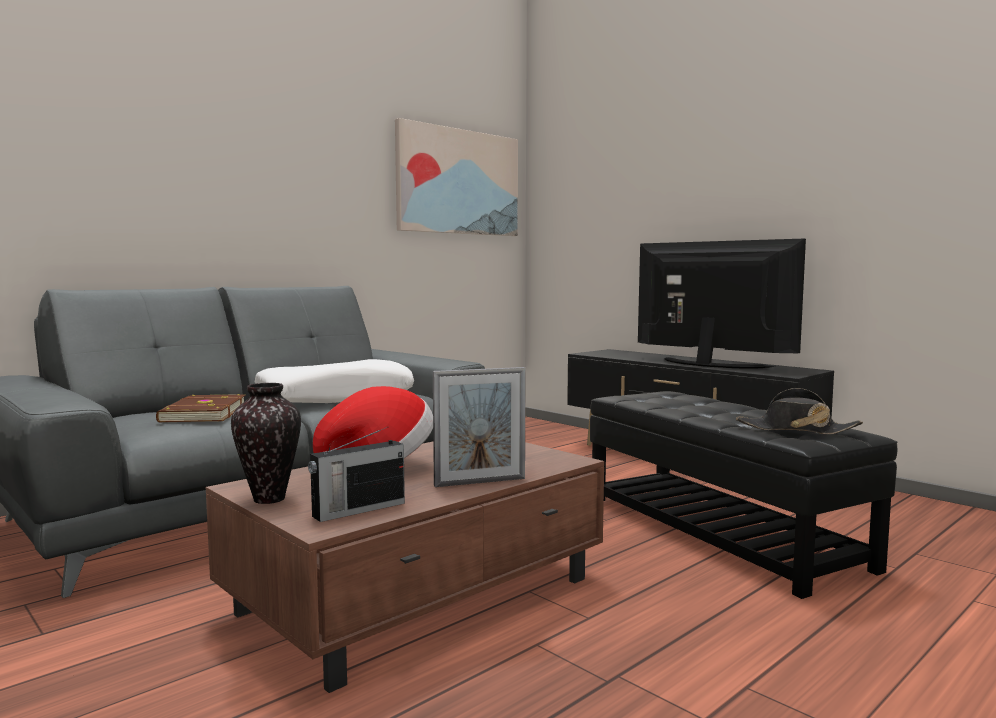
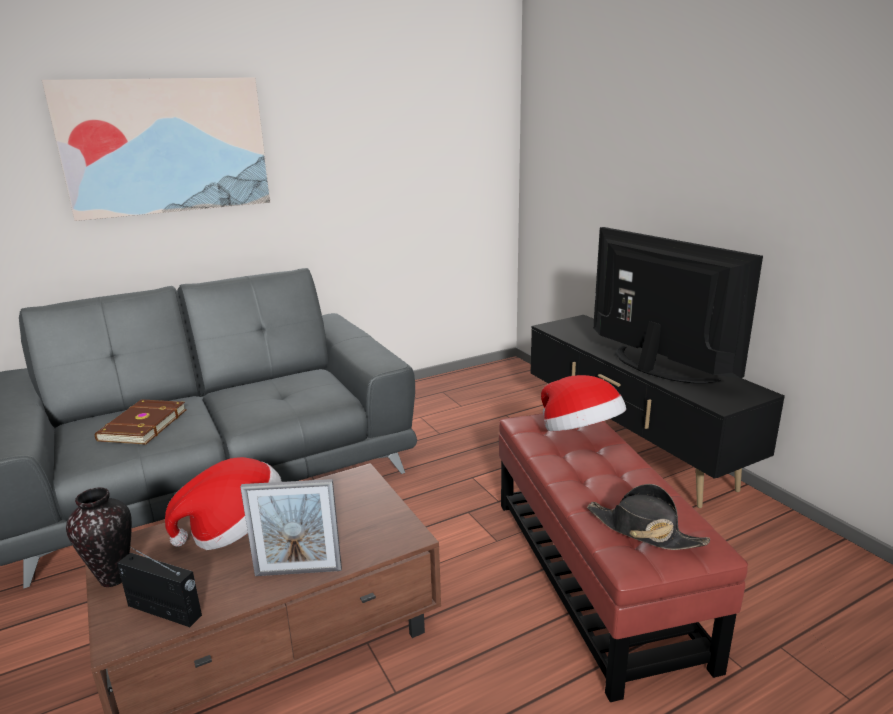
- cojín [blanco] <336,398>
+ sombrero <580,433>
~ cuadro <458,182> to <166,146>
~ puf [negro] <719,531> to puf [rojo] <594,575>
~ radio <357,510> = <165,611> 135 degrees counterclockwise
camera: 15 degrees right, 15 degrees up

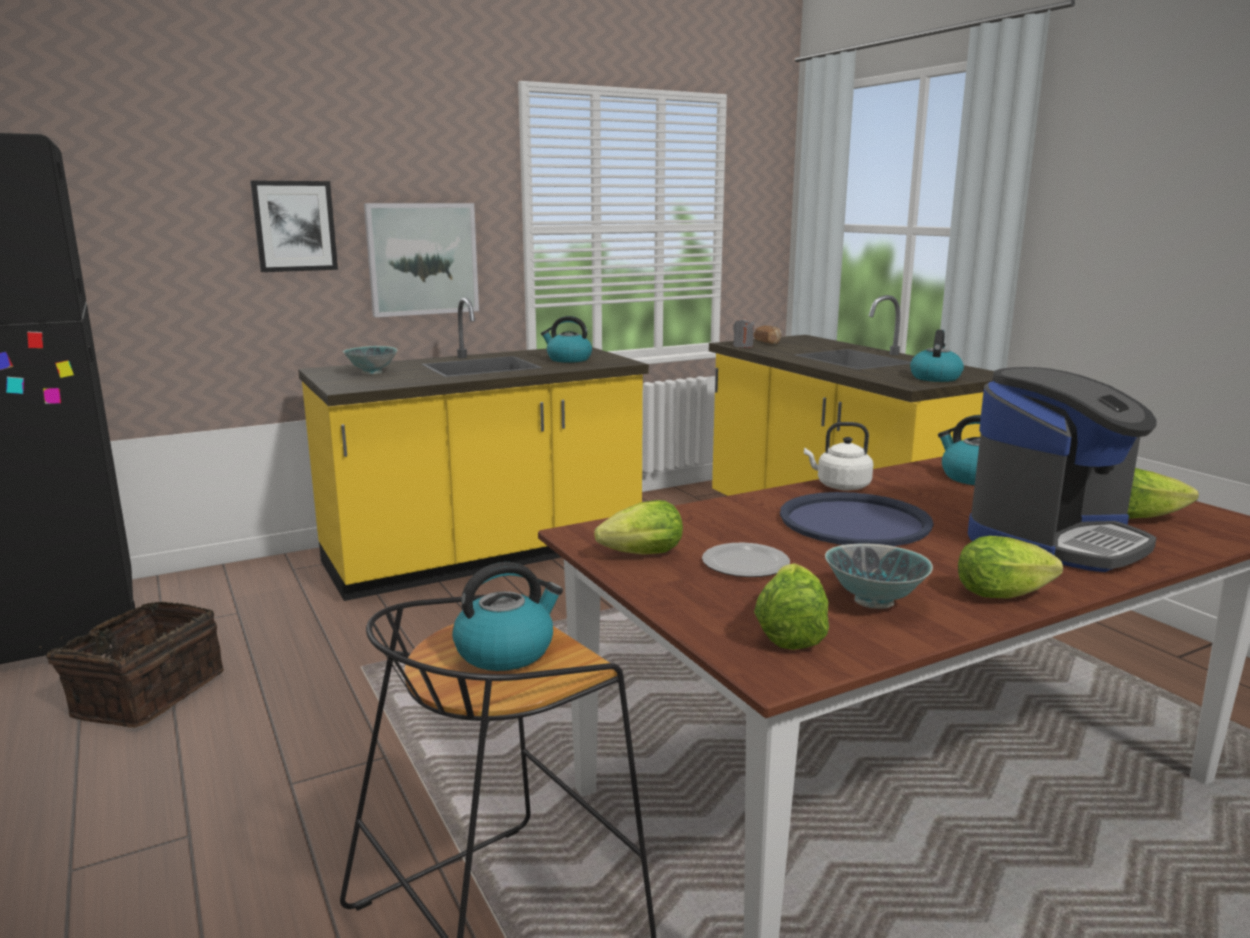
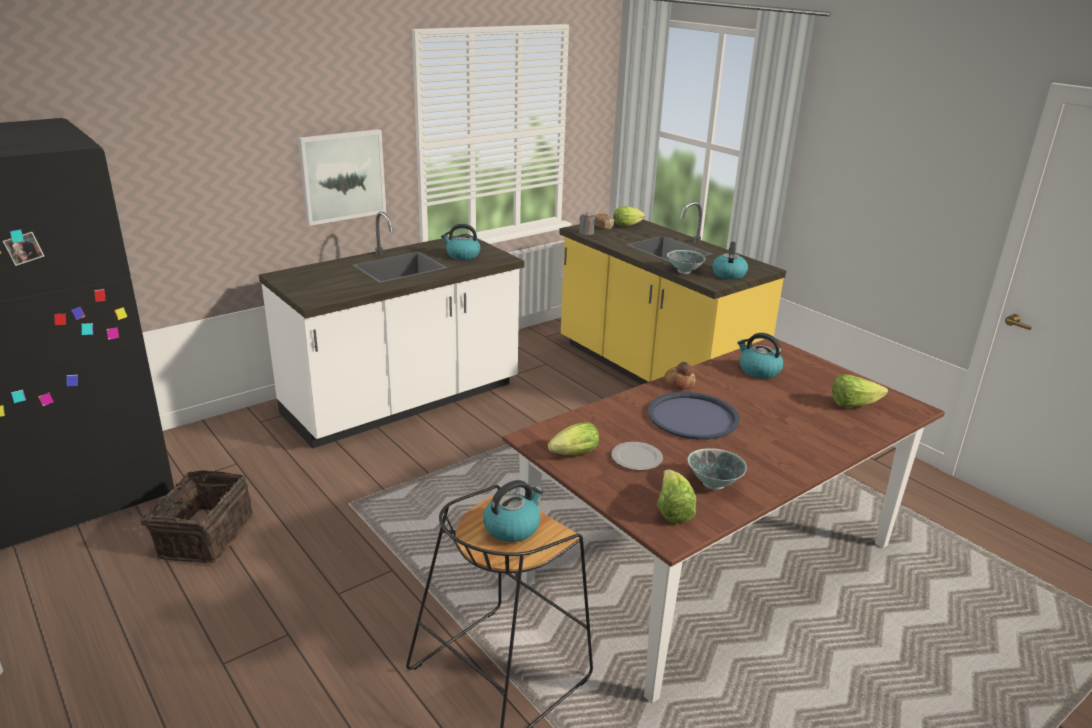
- cuadro <294,226>
- cafetera <1054,541>
~ cuenco <371,373> to <684,271>
~ lechuga <1007,595> to <628,225>
~ hervidor [blanco] <840,486> to pan <678,383>
~ mueble bajo de cocina [amarillo] <484,556> to mueble bajo de cocina [blanco] <403,401>
camera: 10 degrees left, 10 degrees up

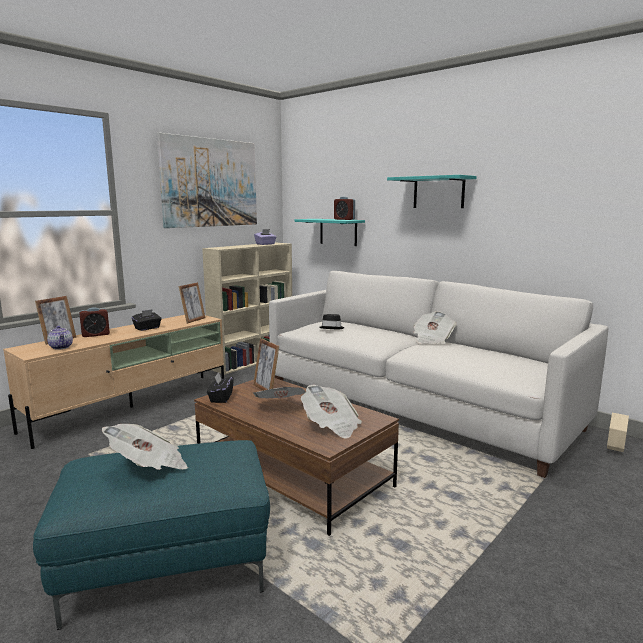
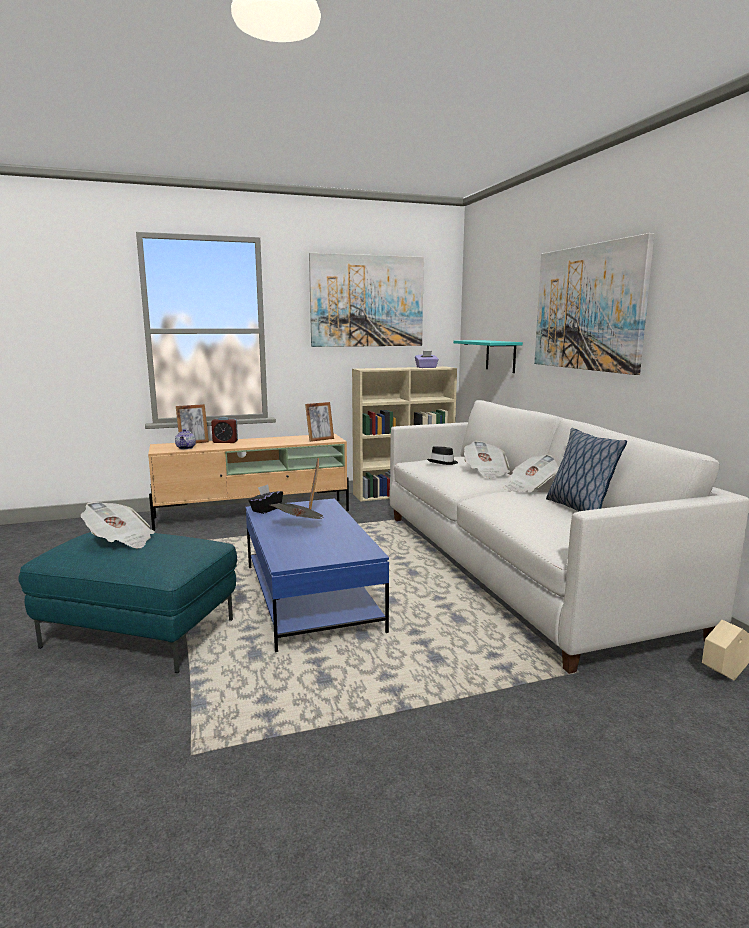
- caja de pañuelos [negro] <147,328>
- despertador <344,219>
+ cojín <578,509>
~ periódico <331,426> to <486,472>
~ estante [turquesa] <438,192> to cuadro <588,308>
~ mesa de centro [marrón] <293,474> to mesa de centro [azul] <311,597>
camera: 30 degrees right, 0 degrees up

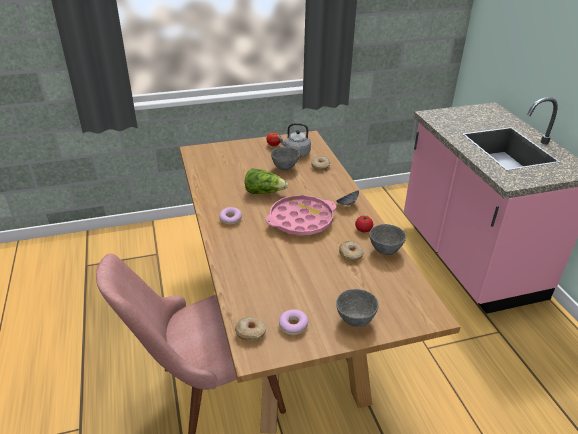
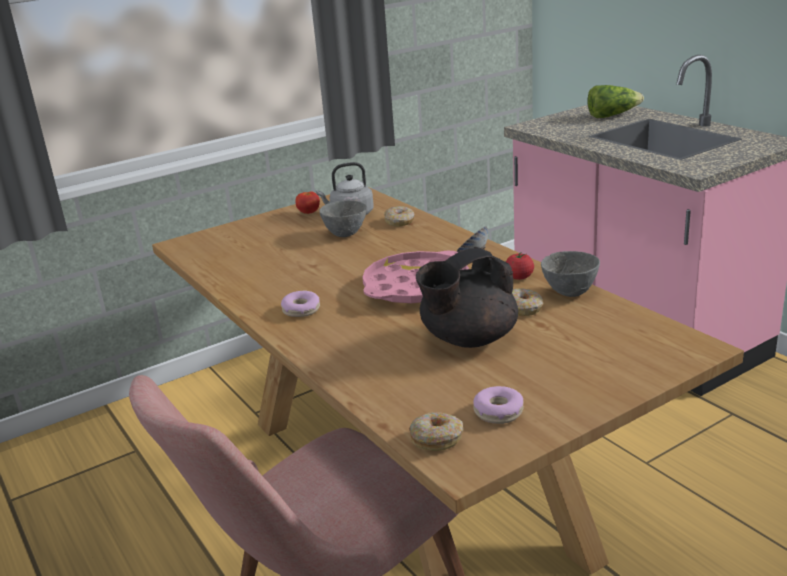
- cuenco [gris] <356,321>
+ tetera [negro] <468,339>
~ lechuga <264,192> to <612,115>
camera: 15 degrees left, 10 degrees down

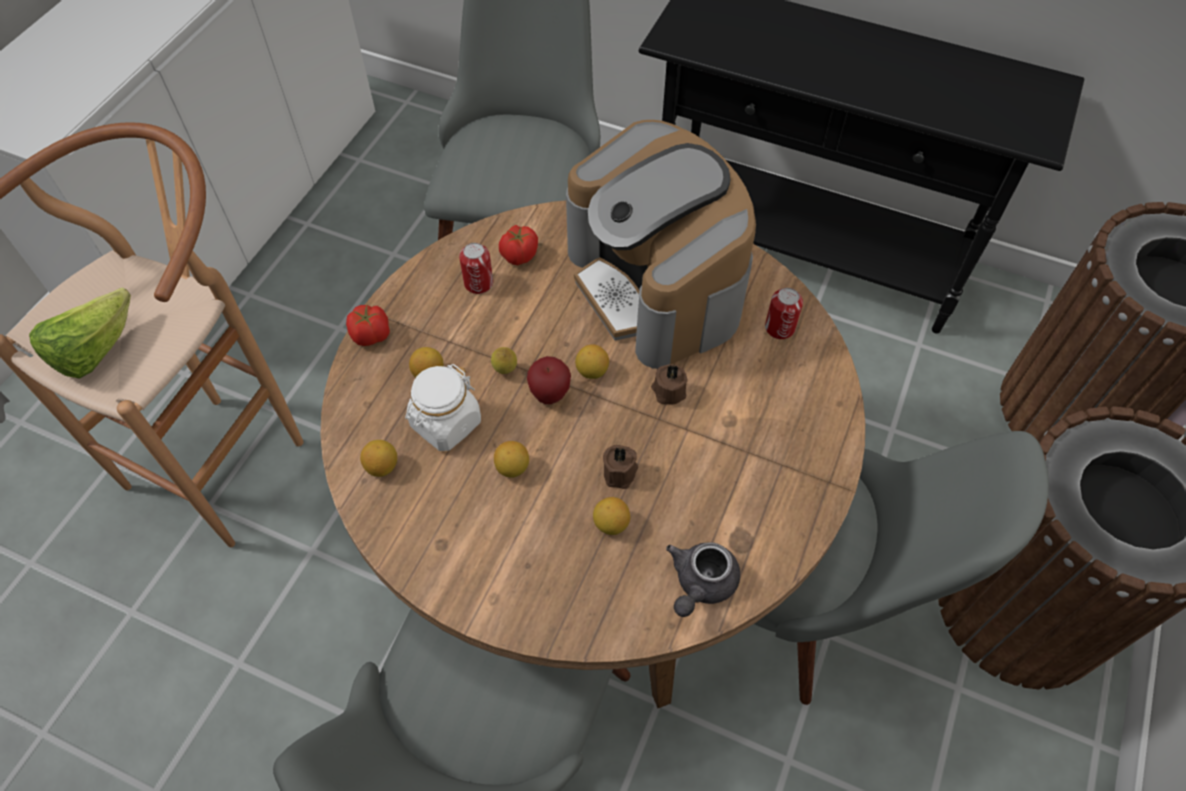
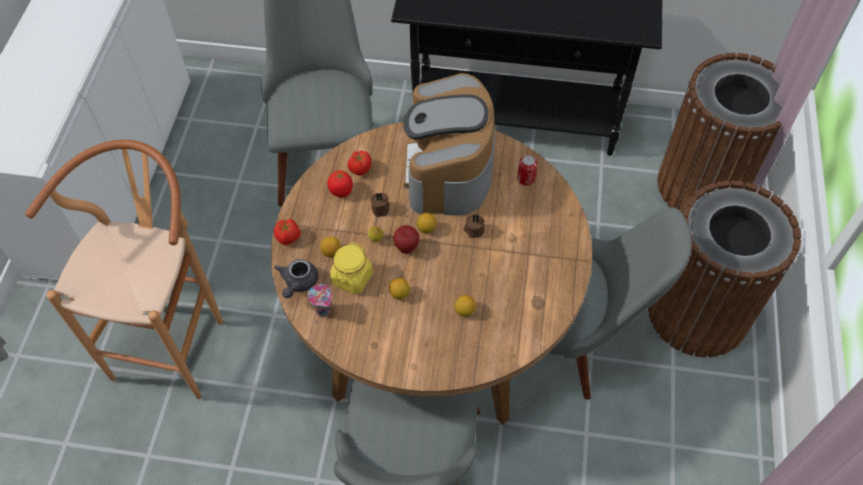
- lechuga <95,350>
~ vela [marrón] <621,473> to <381,209>
~ tetera [gris] <700,584> to <298,283>
~ limón <382,466> to taza <324,311>
~ lata <478,283> to tomate <341,191>
~ tarro [blanco] <445,423> to tarro [amarillo] <352,278>
~ cafetera <657,286> = <448,169> 45 degrees clockwise
camera: 15 degrees left, 0 degrees up

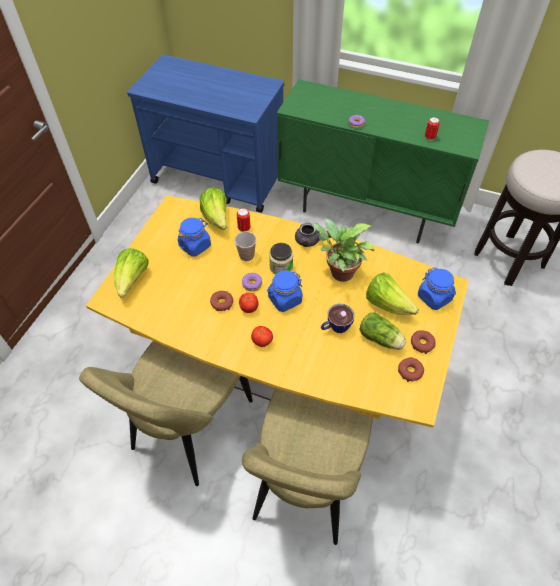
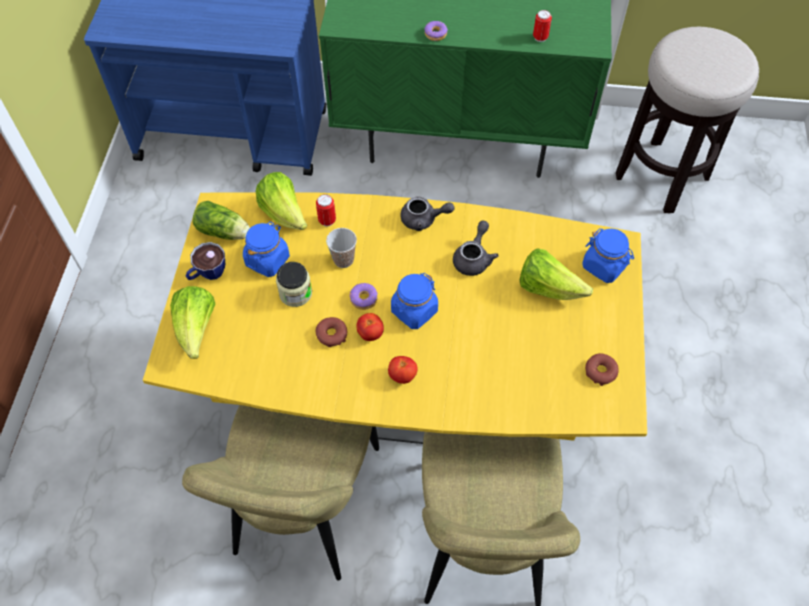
- rosquilla <422,344>
~ tarro <281,267> to <295,293>
~ taza <335,327> to <207,274>
~ lechuga <381,339> to <225,232>
~ planta en maceta <339,273> to tetera [gris] <474,258>
camera: 15 degrees left, 5 degrees up

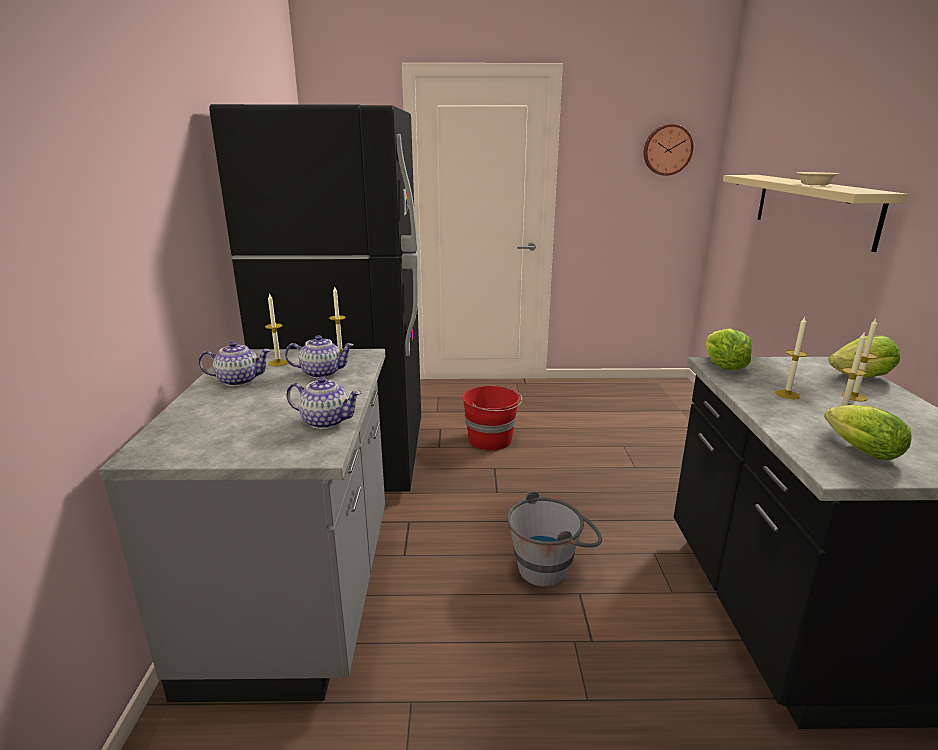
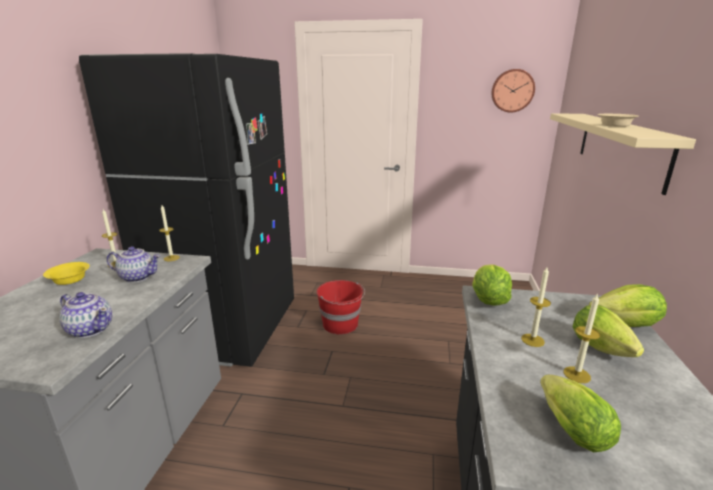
- cubo [gris] <552,567>
~ tetera <238,380> to cuenco [amarillo] <69,279>
~ vela <854,396> to lechuga <604,350>
camera: 10 degrees right, 0 degrees up

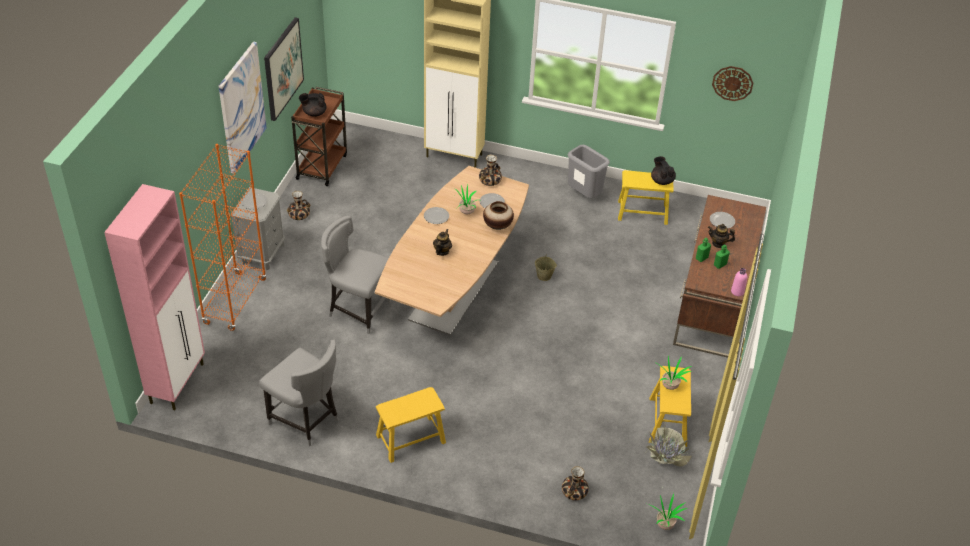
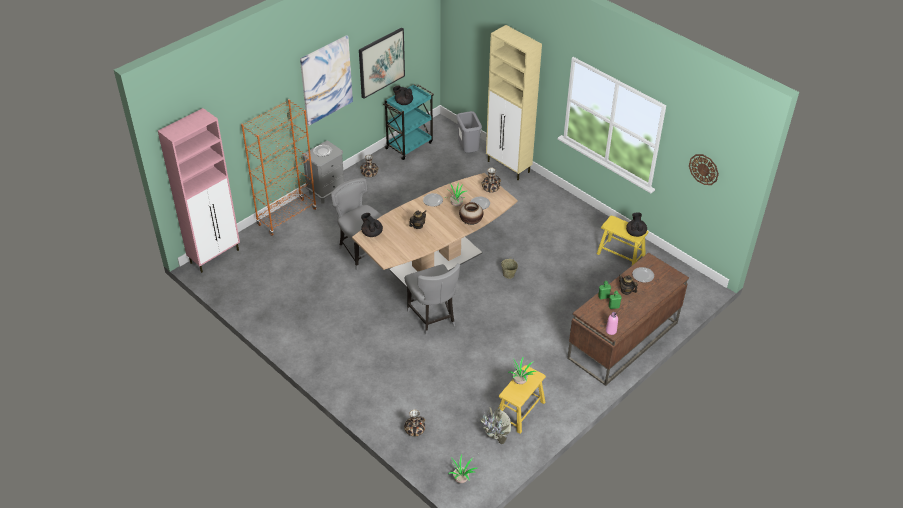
- taburete [amarillo] <410,439>
+ tetera [negro] <372,233>
~ silla [gris] <306,421> to <433,318>
~ papelera [gris] <584,195> to <468,151>
~ carrito [marrón] <322,166> to carrito [turquesa] <409,145>
camera: 30 degrees right, 0 degrees up

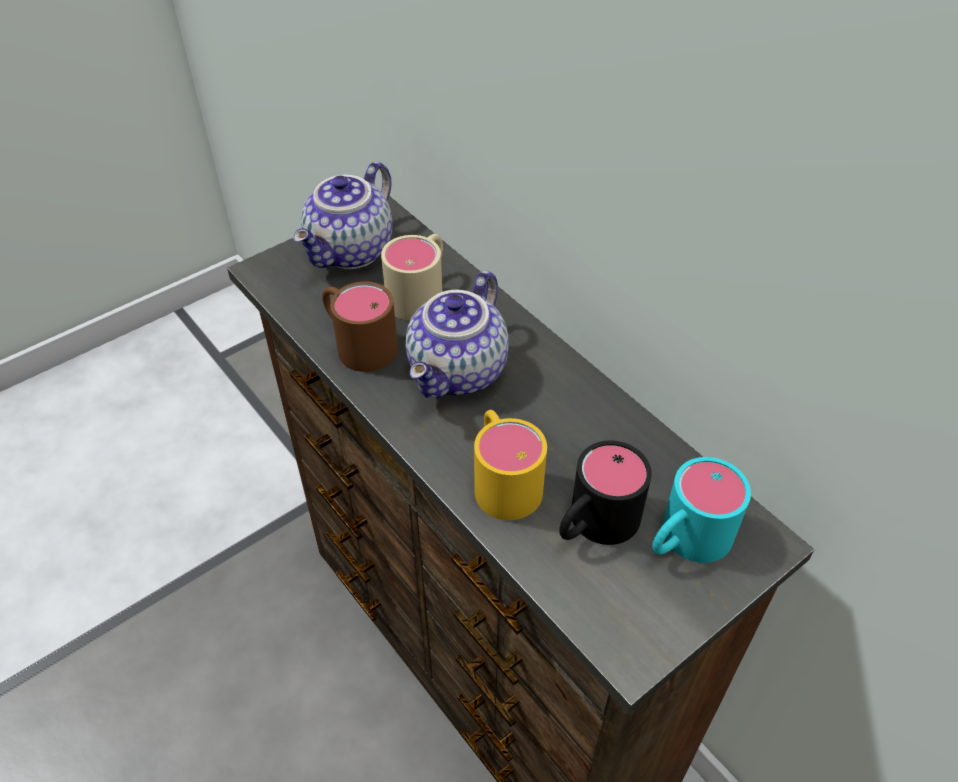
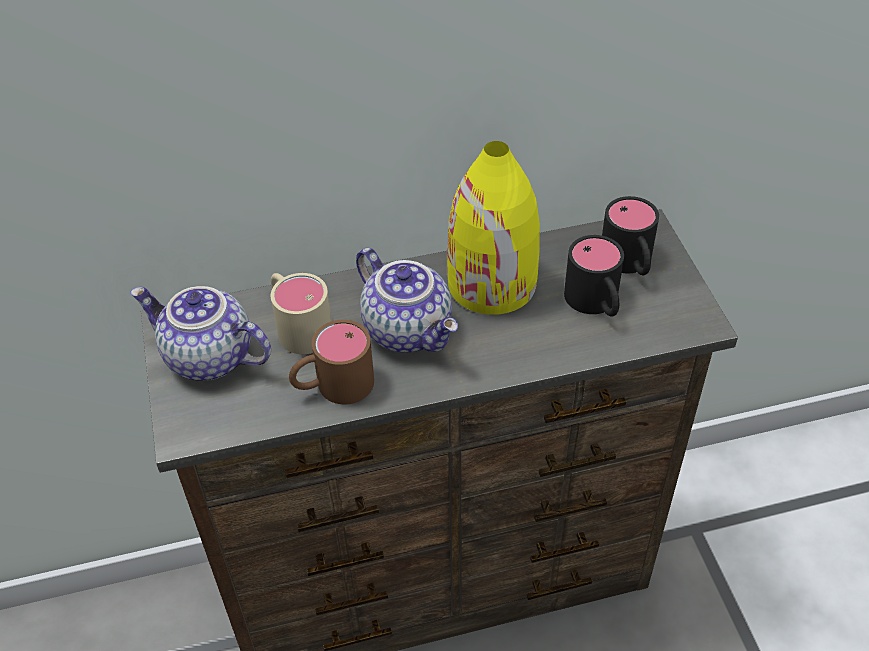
- taza grande [amarillo] <503,478>
+ florero [amarillo] <492,283>
~ taza grande [turquesa] <685,540> to taza grande [negro] <629,263>
~ tetera <352,252> = <207,358> 150 degrees clockwise
camera: 65 degrees left, 0 degrees up

